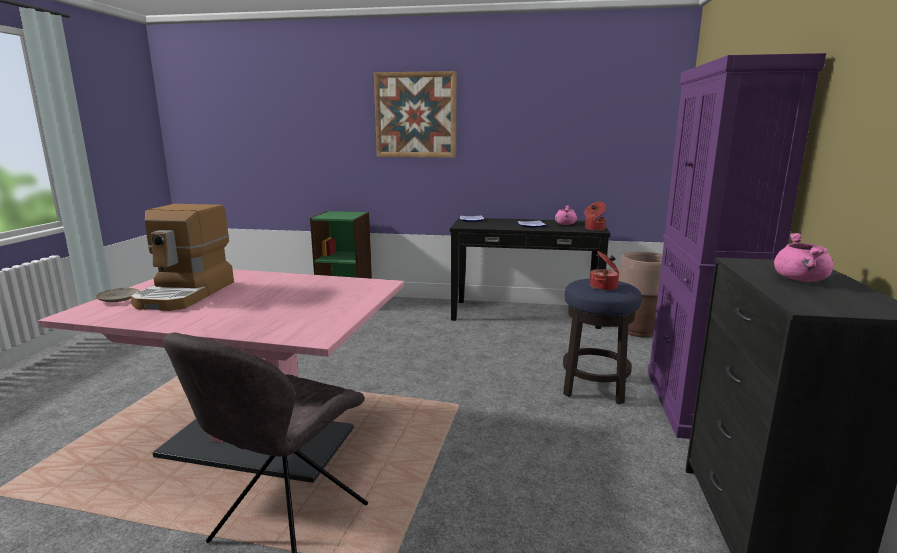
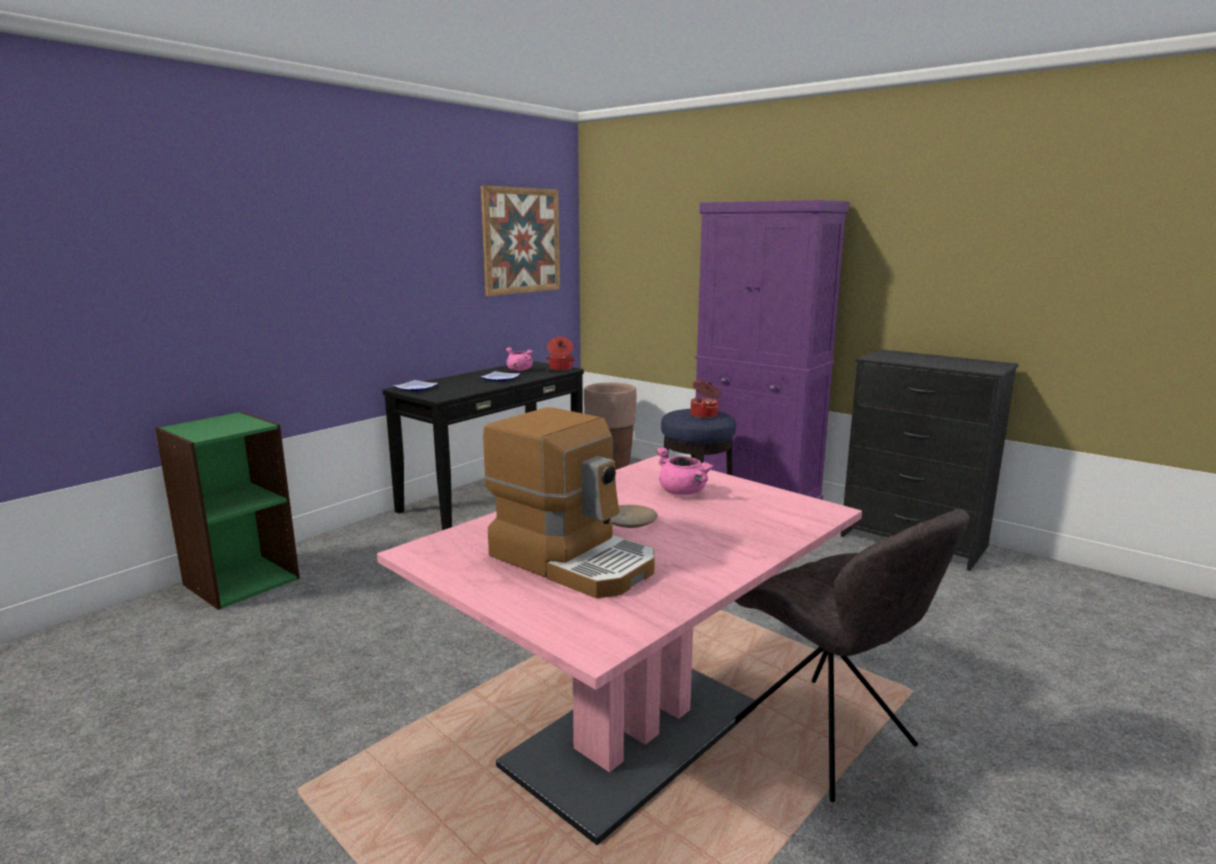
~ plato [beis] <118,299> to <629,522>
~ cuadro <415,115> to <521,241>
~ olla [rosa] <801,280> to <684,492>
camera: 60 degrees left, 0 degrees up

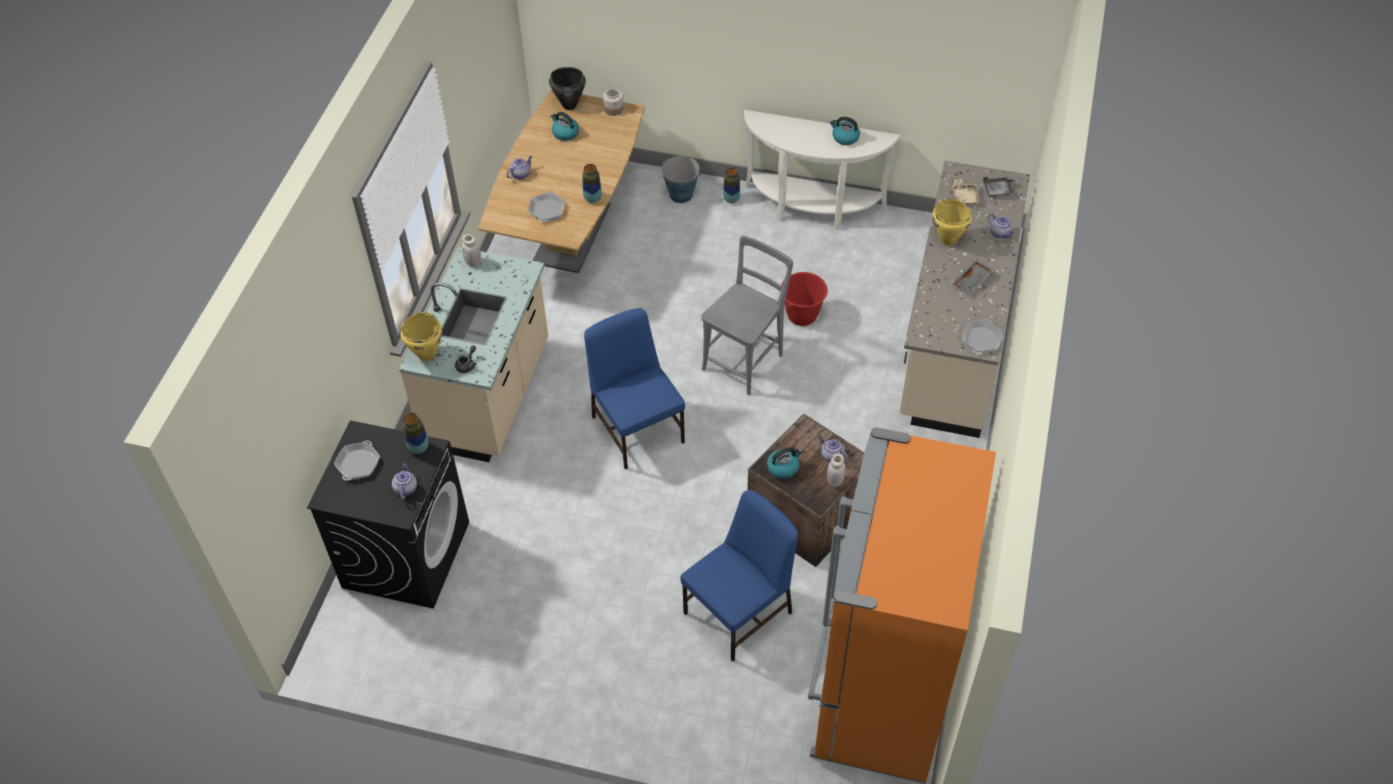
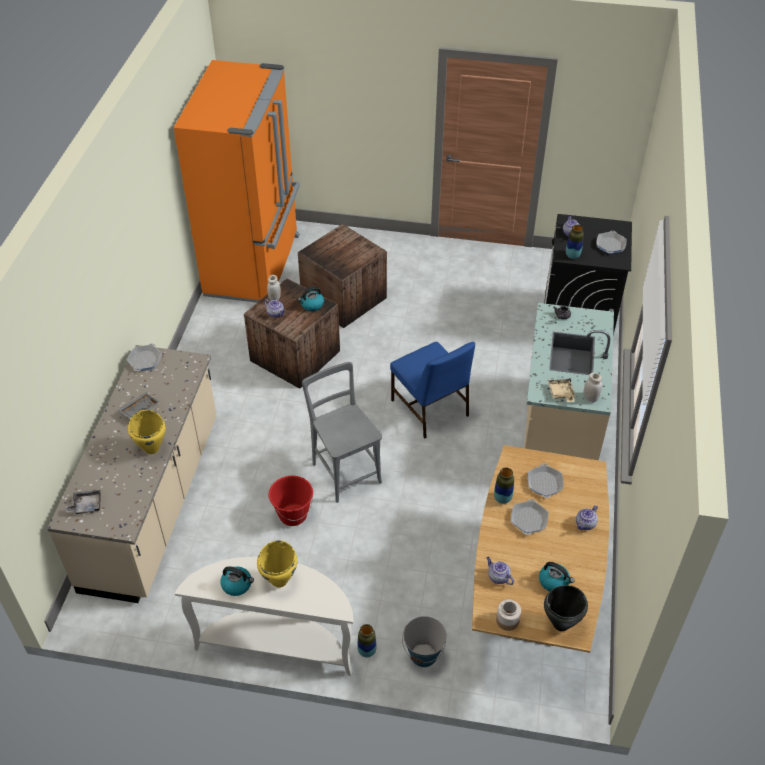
+ sartén <529,519>
~ olla [amarillo] <426,355> to <280,580>
~ bandeja [beis] <965,197> to <561,393>
~ tetera <1000,233> to <498,577>
~ silla [azul] <740,612> to caja de embalaje <342,298>
~ silla [gris] <745,359> = <344,470> 120 degrees clockwise
camera: 175 degrees right, 5 degrees down

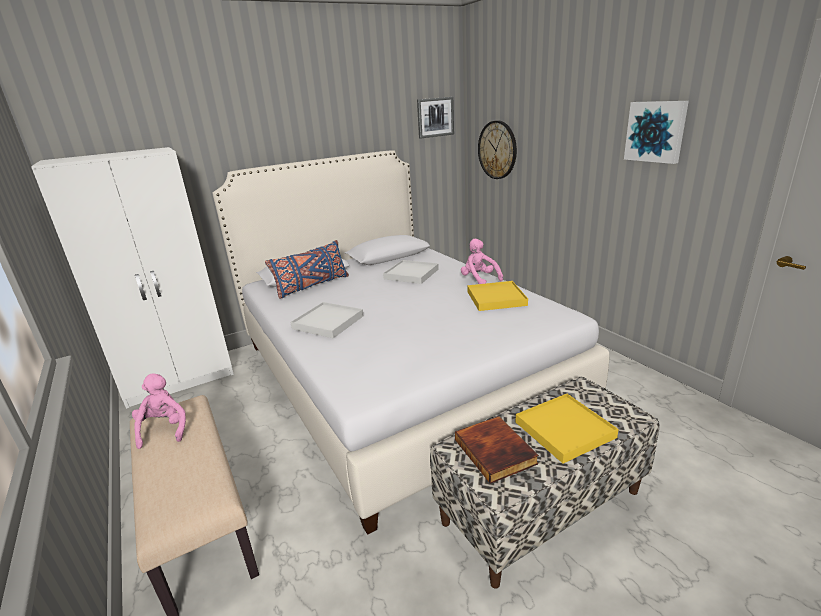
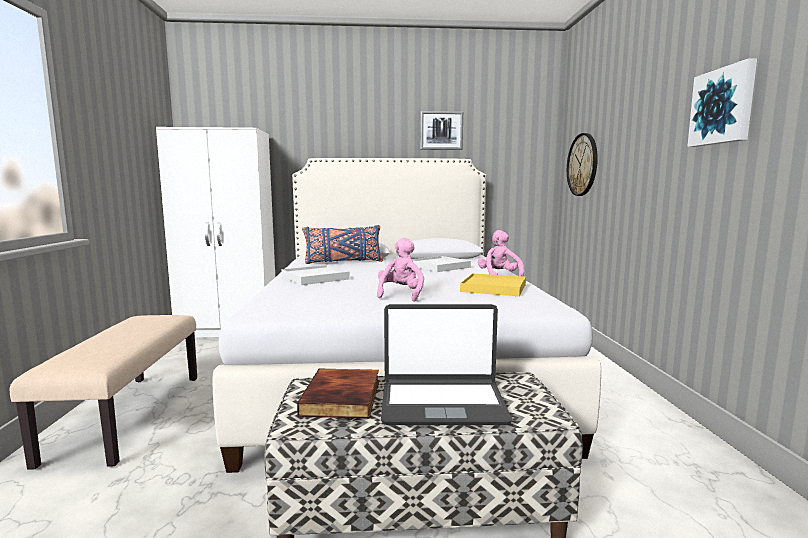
~ peluche [rosa] <164,429> to <400,295>
~ cuadro <435,117> to <441,130>
~ bandeja [amarillo] <564,429> to portátil <442,403>
camera: 25 degrees right, 15 degrees down

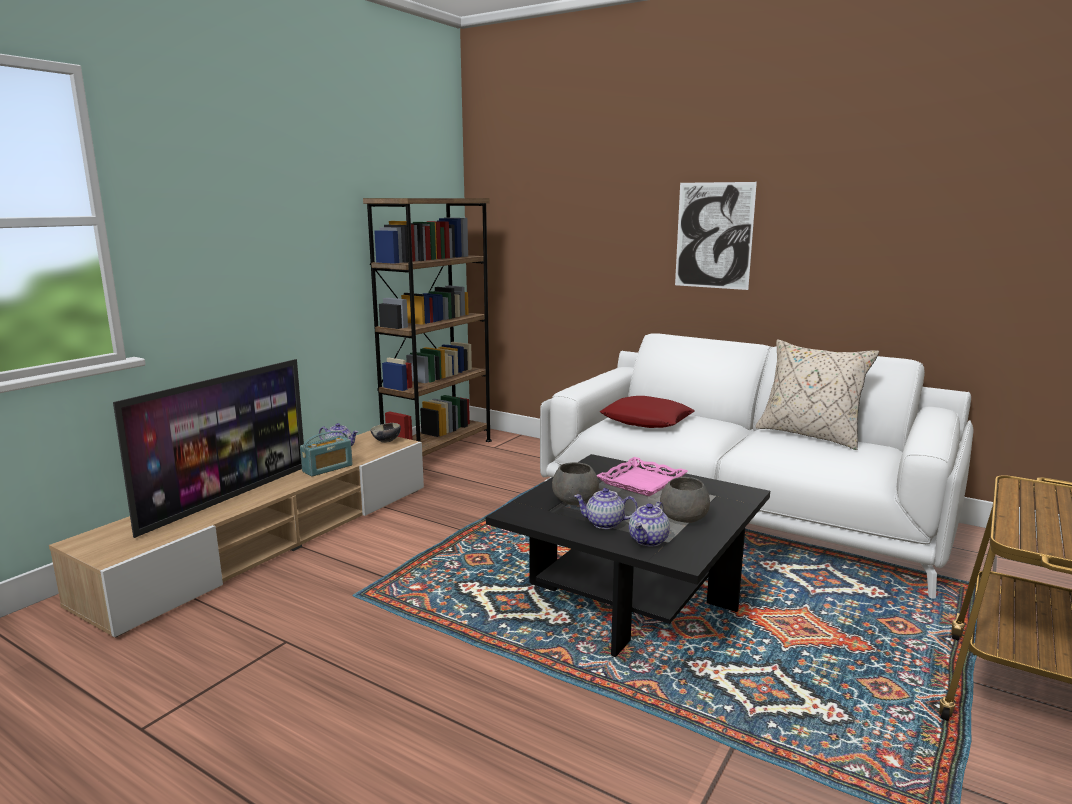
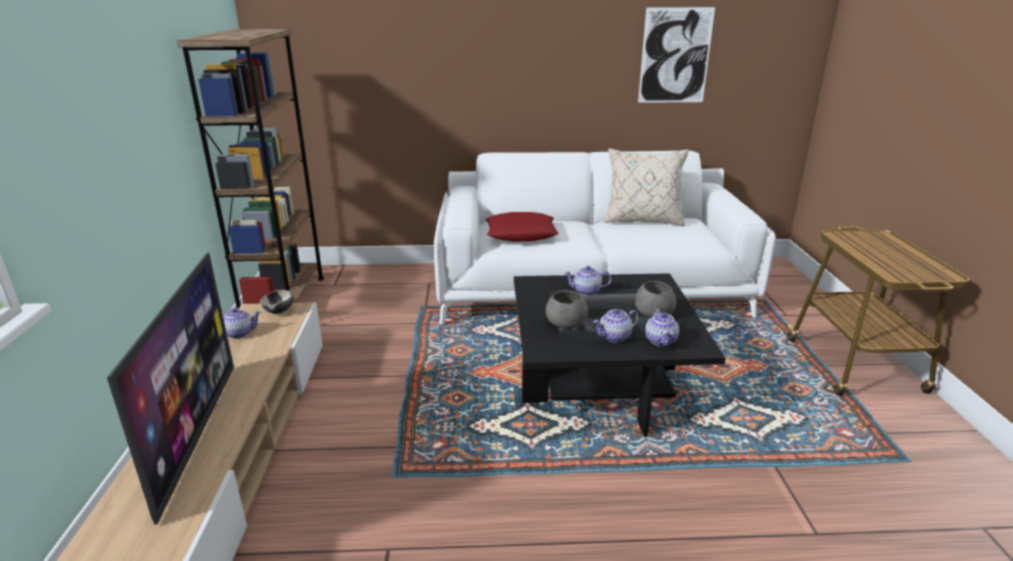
- radio <327,468>
~ cuadro <714,235> to <675,56>
~ bandeja [rosa] <642,482> to tetera <586,291>
camera: 35 degrees left, 10 degrees up

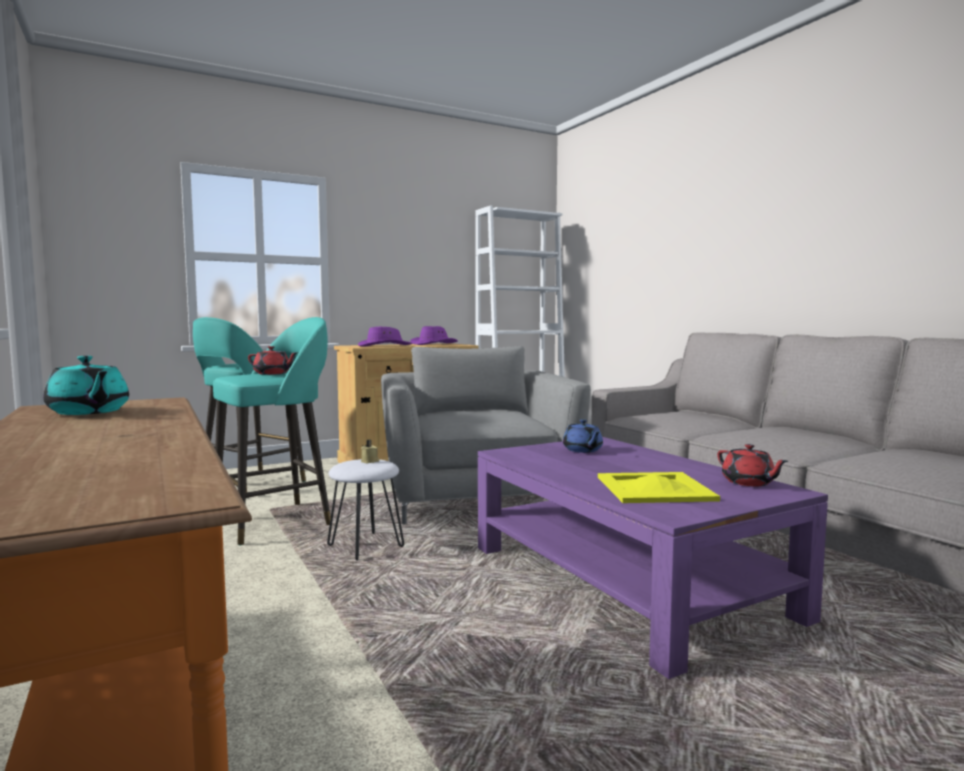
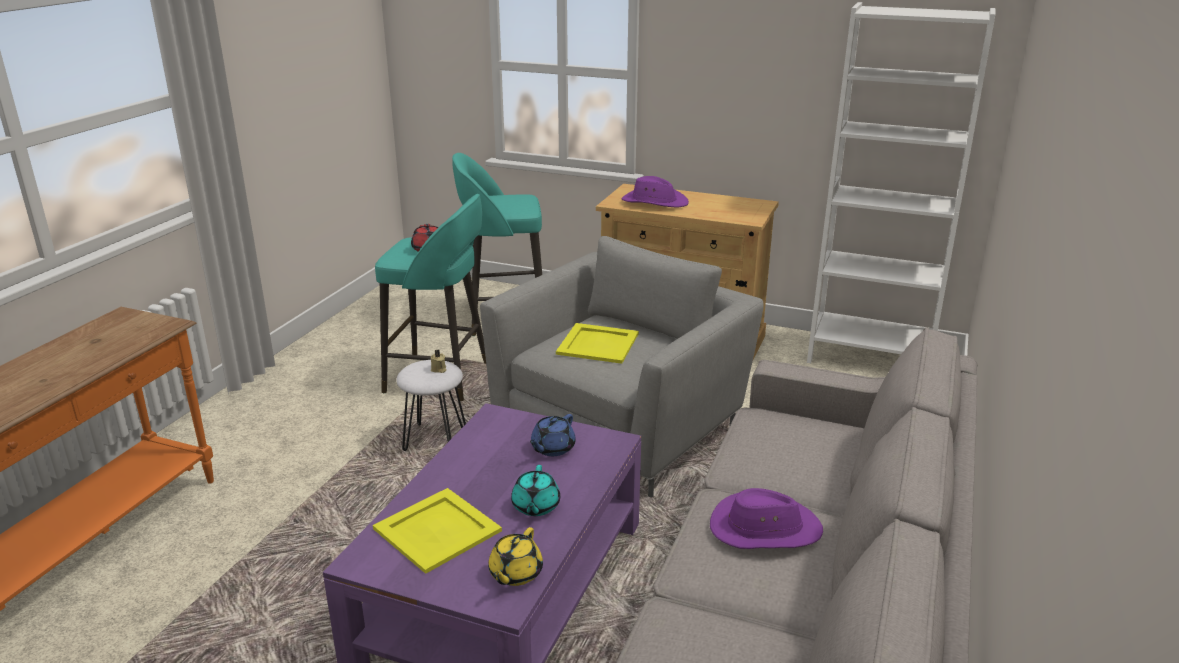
+ bandeja [amarillo] <598,343>
~ tetera [turquesa] <88,412> to <535,506>
~ sombrero [morado] <434,344> to <764,528>
~ tetera [rojo] <748,483> to tetera [amarillo] <515,574>
camera: 50 degrees right, 20 degrees up

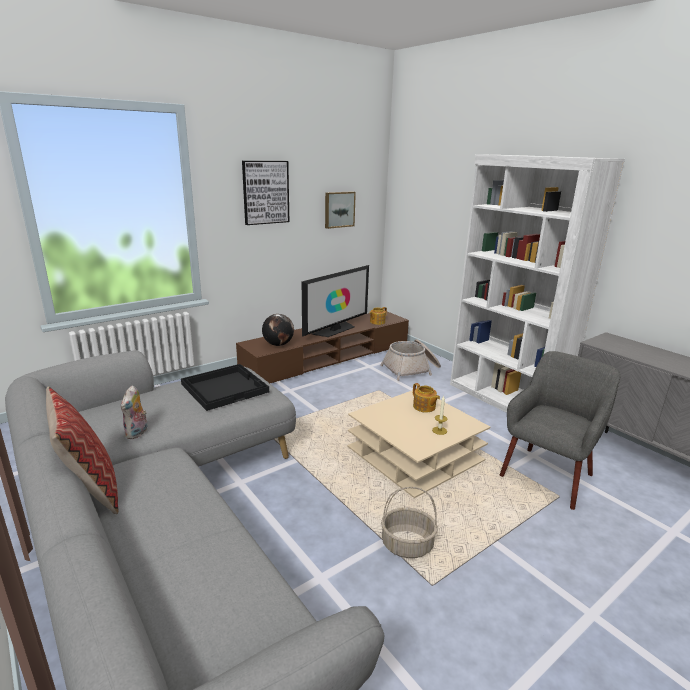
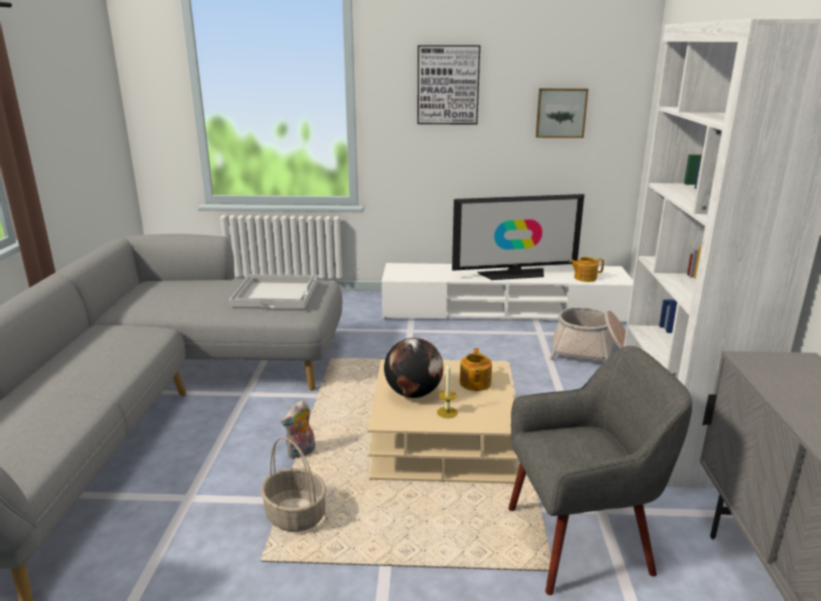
- cojín <91,489>
~ peluche <137,433> to <301,453>
~ globo terráqueo <278,344> to <413,393>
~ bandeja [negro] <225,387> to bandeja [blanco] <277,293>
~ mueble de televisión [marrón] <328,358> to mueble de televisión [blanco] <503,311>
camera: 40 degrees right, 0 degrees up

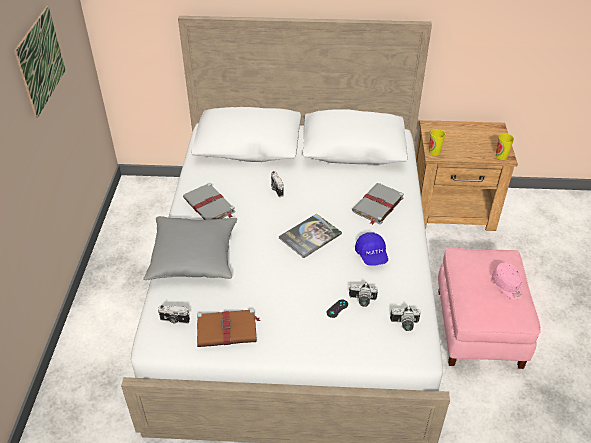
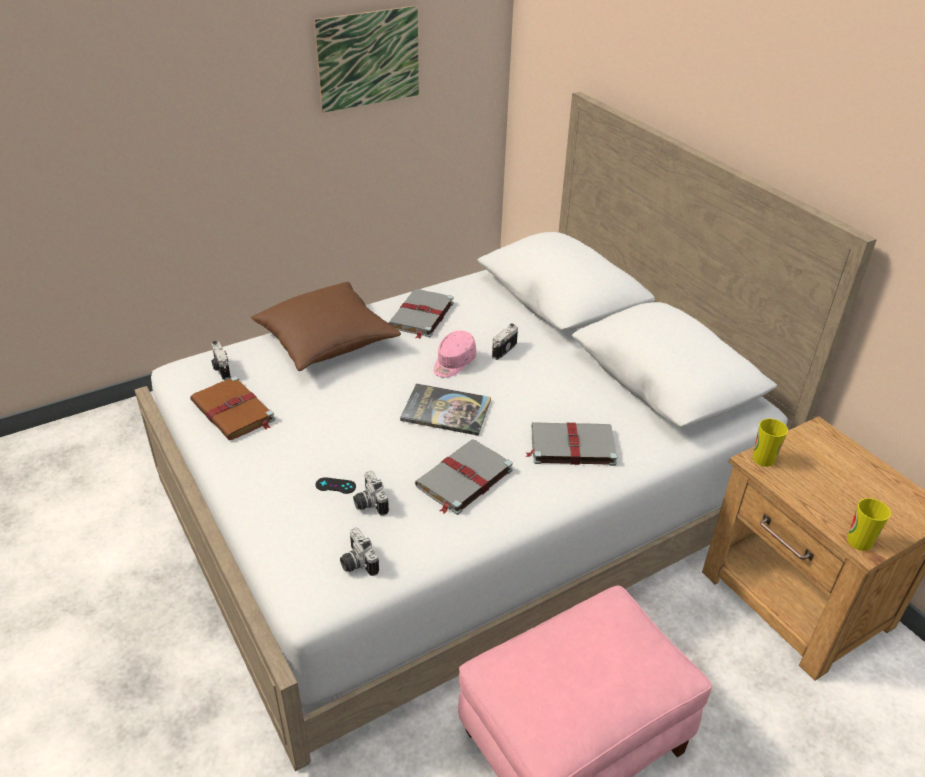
~ gorra [rosa] <507,286> to <453,363>
~ gorra [azul] <371,255> to libro [gris] <463,479>
~ cojín [gris] <193,257> to cojín [marrón] <326,341>
camera: 55 degrees right, 5 degrees down

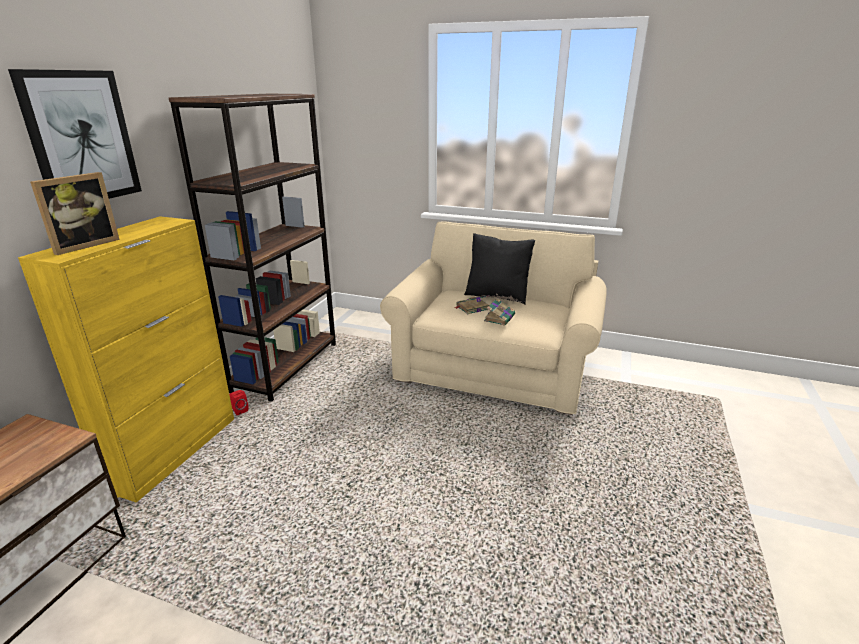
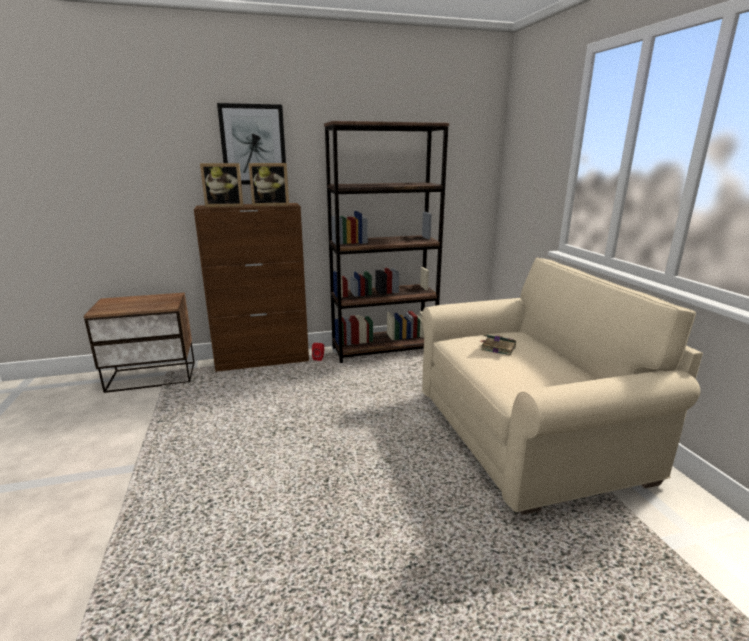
- cojín [negro] <497,296>
- libro <499,318>
+ portarretratos <271,205>
~ armario [amarillo] <175,452> to armario [marrón] <263,361>
camera: 55 degrees right, 5 degrees down

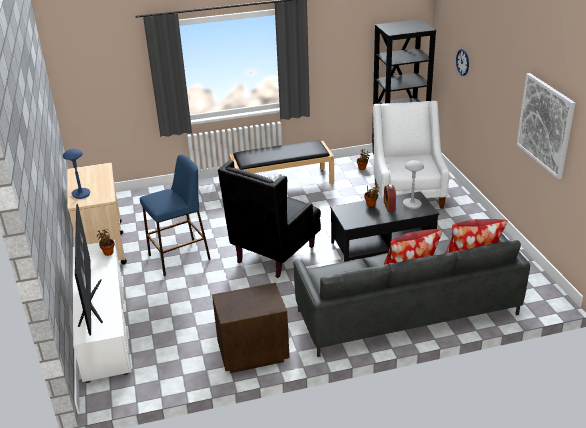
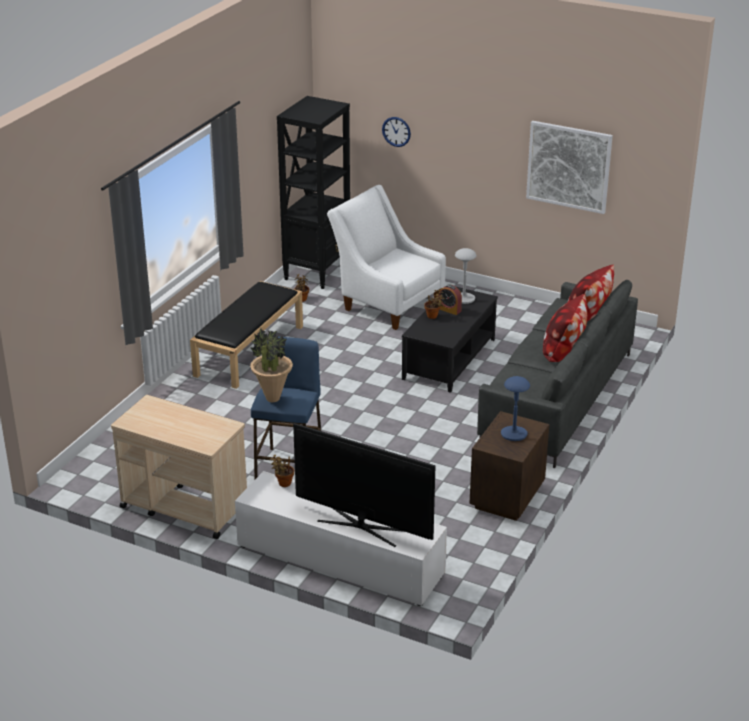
- sillón [negro] <275,255>
+ planta en maceta <272,398>
~ lámpara de mesa [azul] <81,194> to <514,434>
camera: 50 degrees left, 0 degrees up

